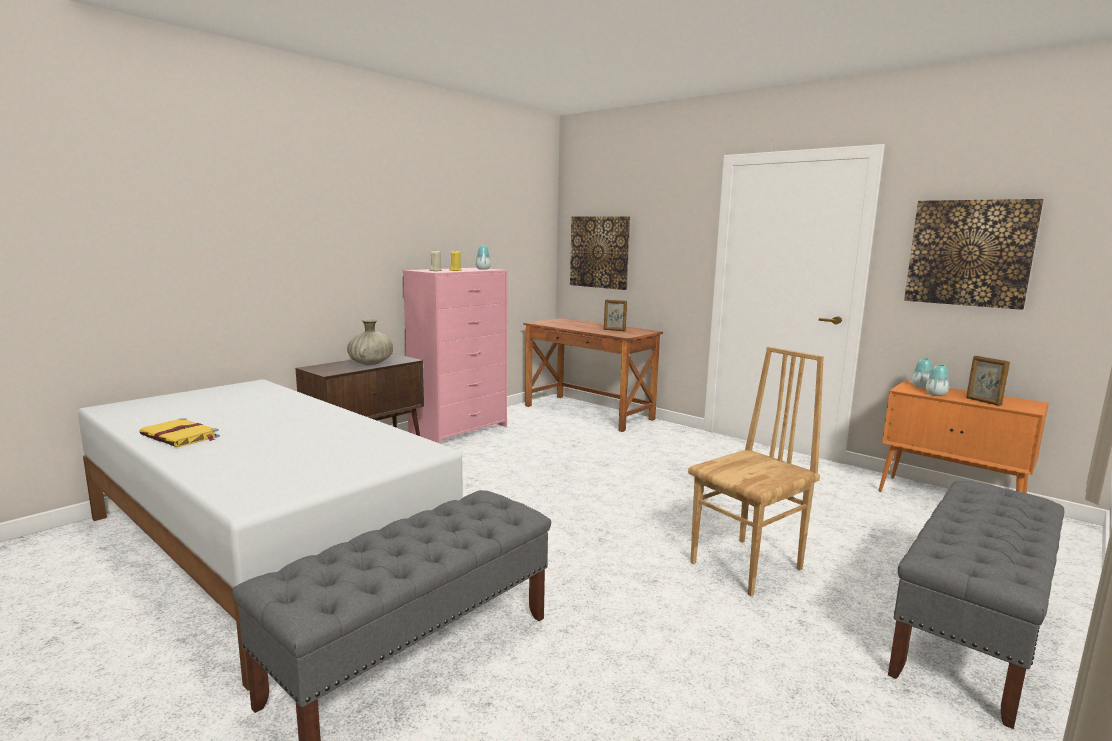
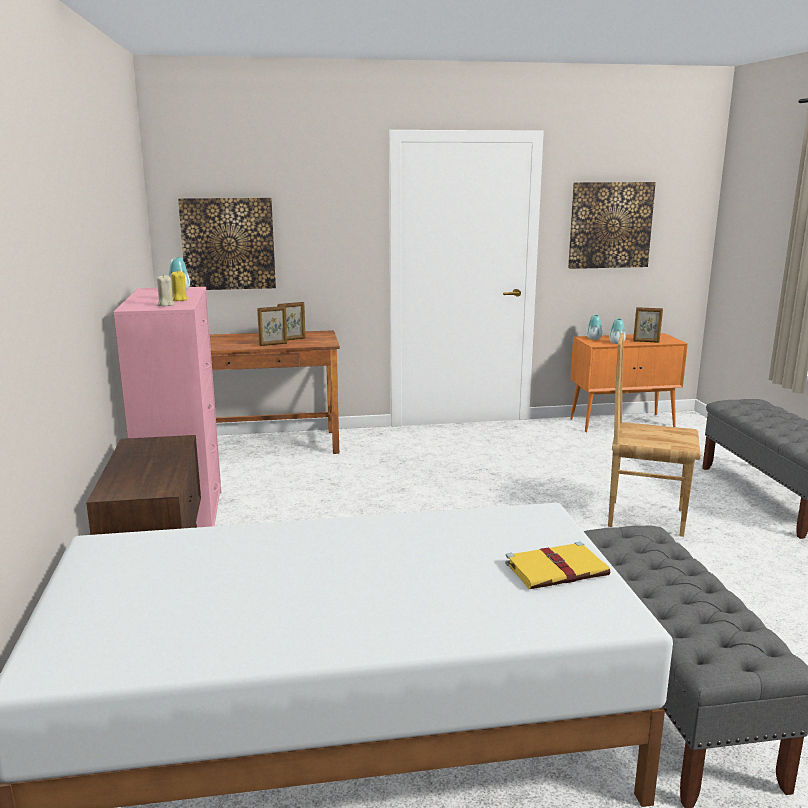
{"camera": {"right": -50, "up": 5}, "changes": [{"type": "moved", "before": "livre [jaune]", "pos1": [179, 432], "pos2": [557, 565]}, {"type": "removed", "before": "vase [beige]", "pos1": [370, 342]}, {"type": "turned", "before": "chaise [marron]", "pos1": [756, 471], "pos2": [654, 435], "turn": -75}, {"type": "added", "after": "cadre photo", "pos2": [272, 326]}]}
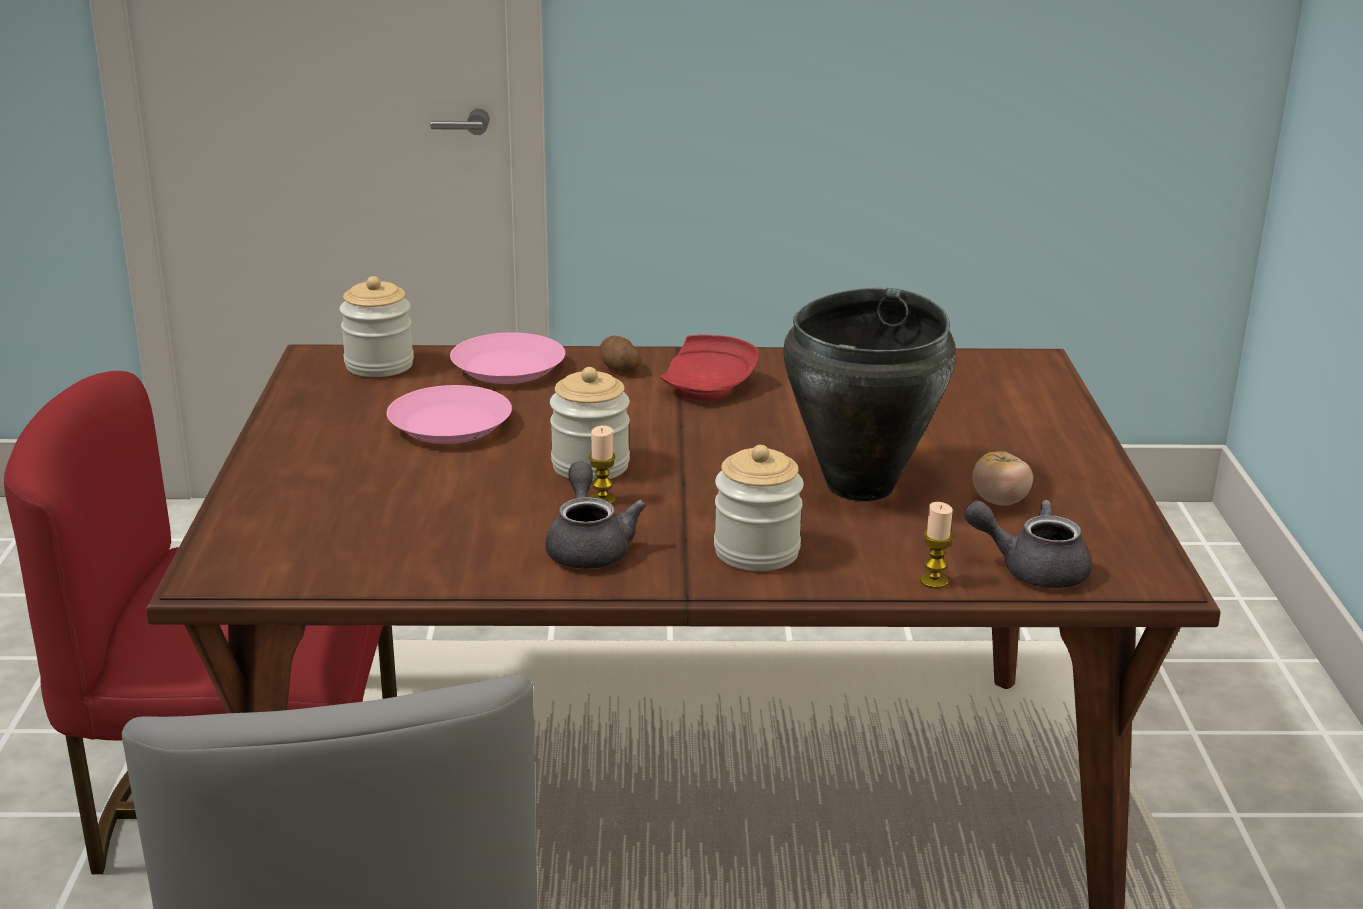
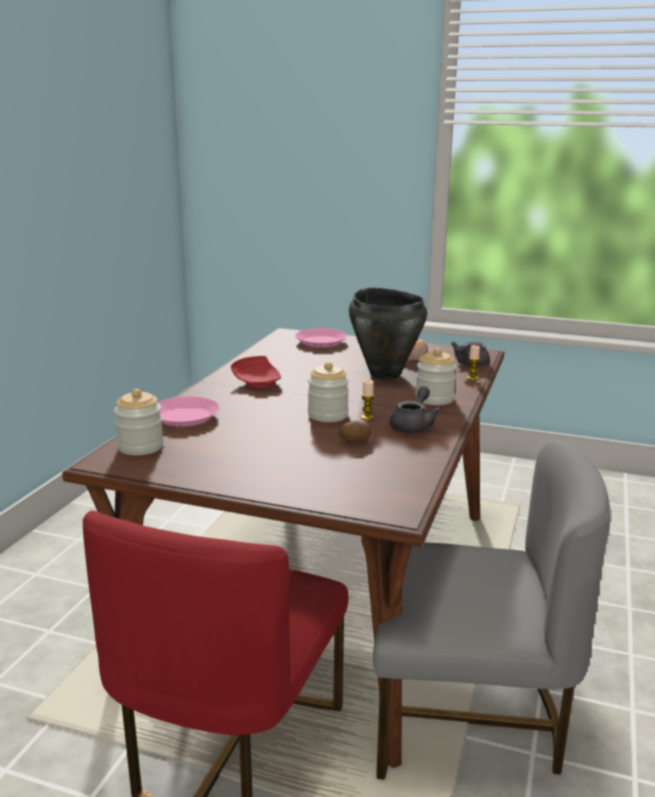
{"camera": {"right": -70, "up": -5}, "changes": [{"type": "moved", "before": "assiette [rose]", "pos1": [449, 414], "pos2": [321, 338]}, {"type": "turned", "before": "théière [gris]", "pos1": [595, 515], "pos2": [415, 409], "turn": 105}, {"type": "moved", "before": "pomme de terre", "pos1": [620, 354], "pos2": [354, 431]}]}
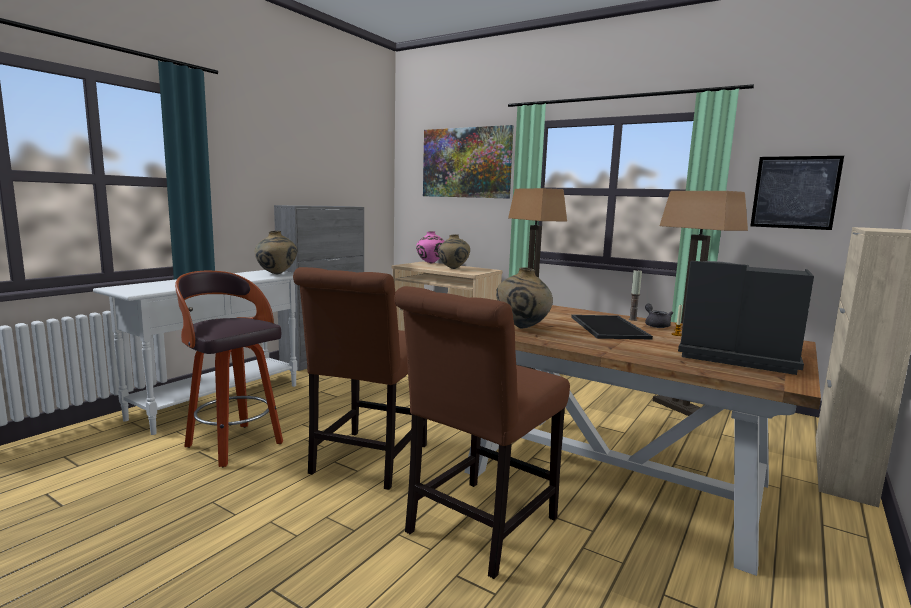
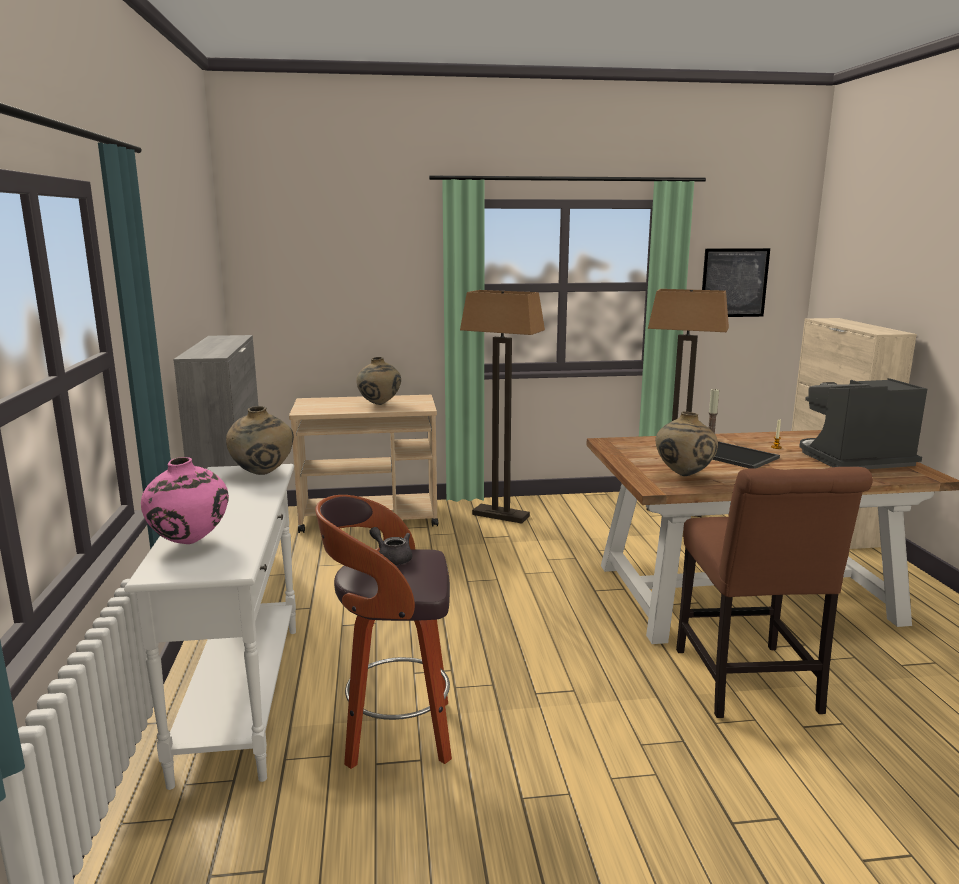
{"camera": {"right": -40, "up": 5}, "changes": [{"type": "removed", "before": "chaise [marron]", "pos1": [360, 378]}, {"type": "moved", "before": "vase [rose]", "pos1": [430, 247], "pos2": [185, 500]}, {"type": "removed", "before": "tableau", "pos1": [468, 162]}, {"type": "moved", "before": "théière [gris]", "pos1": [659, 316], "pos2": [390, 546]}]}
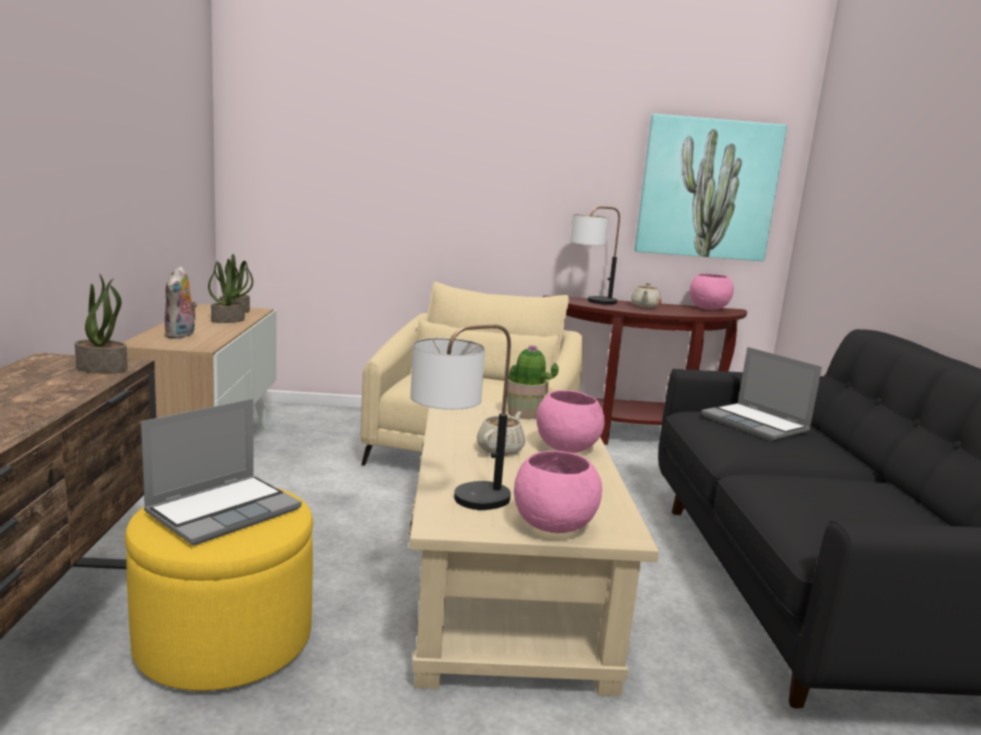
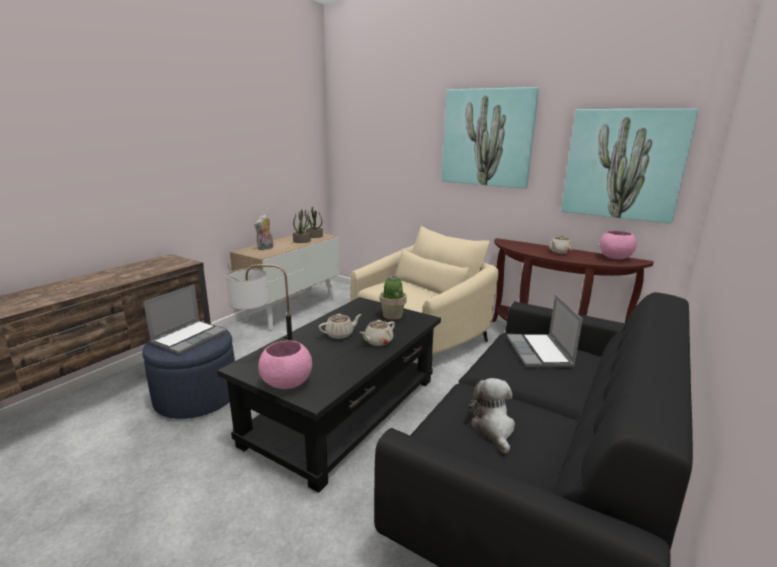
{"camera": {"right": 35, "up": 5}, "changes": [{"type": "removed", "before": "plante en pot", "pos1": [101, 324]}, {"type": "recoloured", "before": "pouf [jaune]", "after": "pouf [bleu]", "pos1": [219, 589], "pos2": [188, 372]}, {"type": "turned", "before": "ordinateur portable", "pos1": [221, 472], "pos2": [184, 319], "turn": -45}, {"type": "recoloured", "before": "table basse [beige]", "after": "table basse [noir]", "pos1": [534, 548], "pos2": [329, 395]}, {"type": "replaced", "before": "bol [rose]", "after": "théière [beige]", "pos1": [570, 421], "pos2": [377, 333]}, {"type": "removed", "before": "lampe de table", "pos1": [595, 255]}, {"type": "added", "after": "tableau", "pos2": [490, 138]}, {"type": "added", "after": "peluche", "pos2": [491, 416]}]}
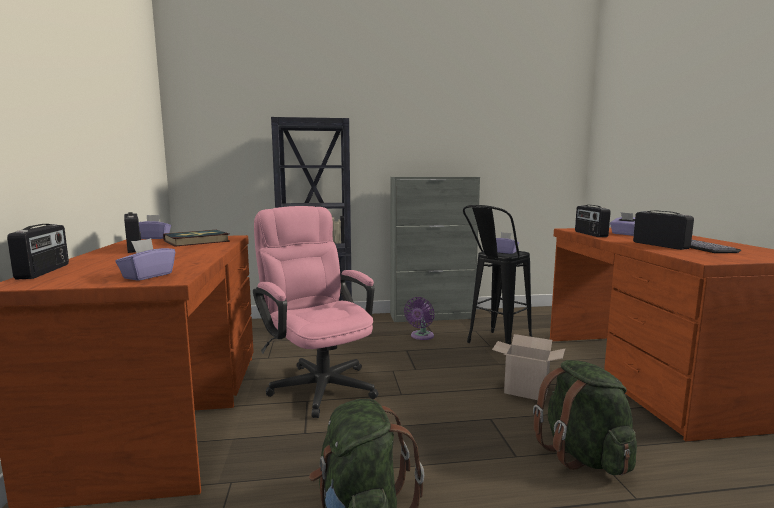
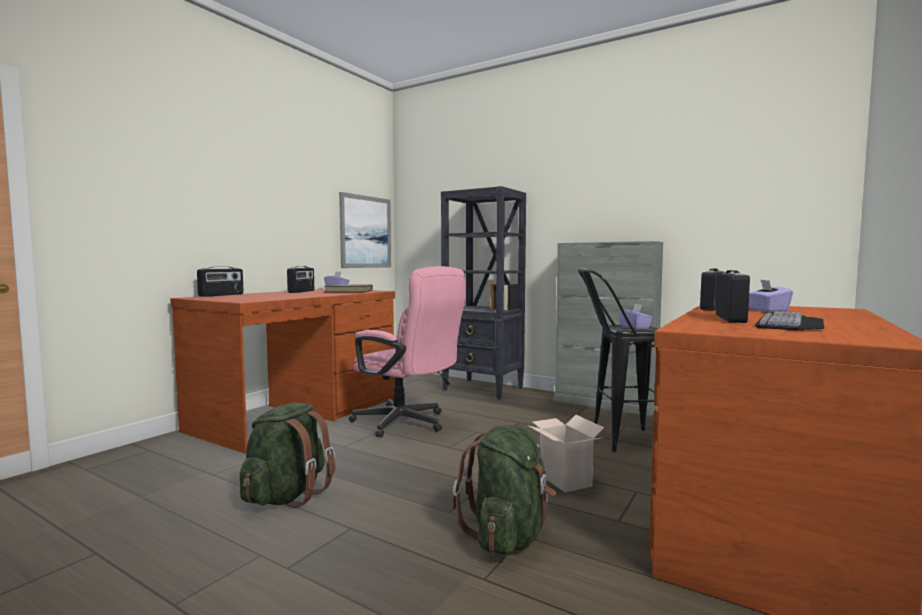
{"camera": {"right": 40, "up": -5}, "changes": [{"type": "removed", "before": "boîte à mouchoirs [violet]", "pos1": [145, 259]}, {"type": "turned", "before": "chaise de bureau [rose]", "pos1": [315, 312], "pos2": [407, 352], "turn": 120}, {"type": "removed", "before": "ventilateur [violet]", "pos1": [419, 318]}, {"type": "added", "after": "tableau", "pos2": [365, 230]}]}
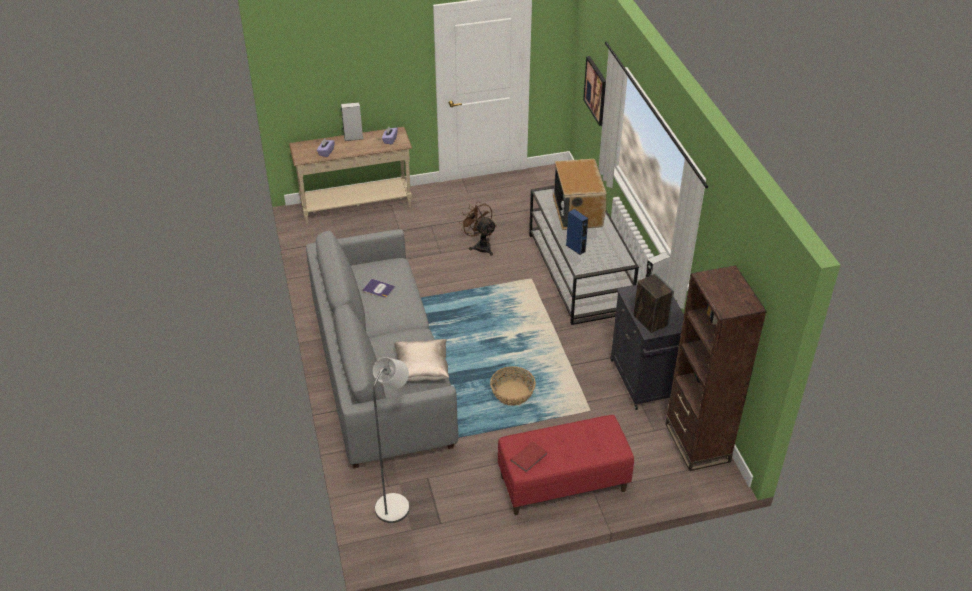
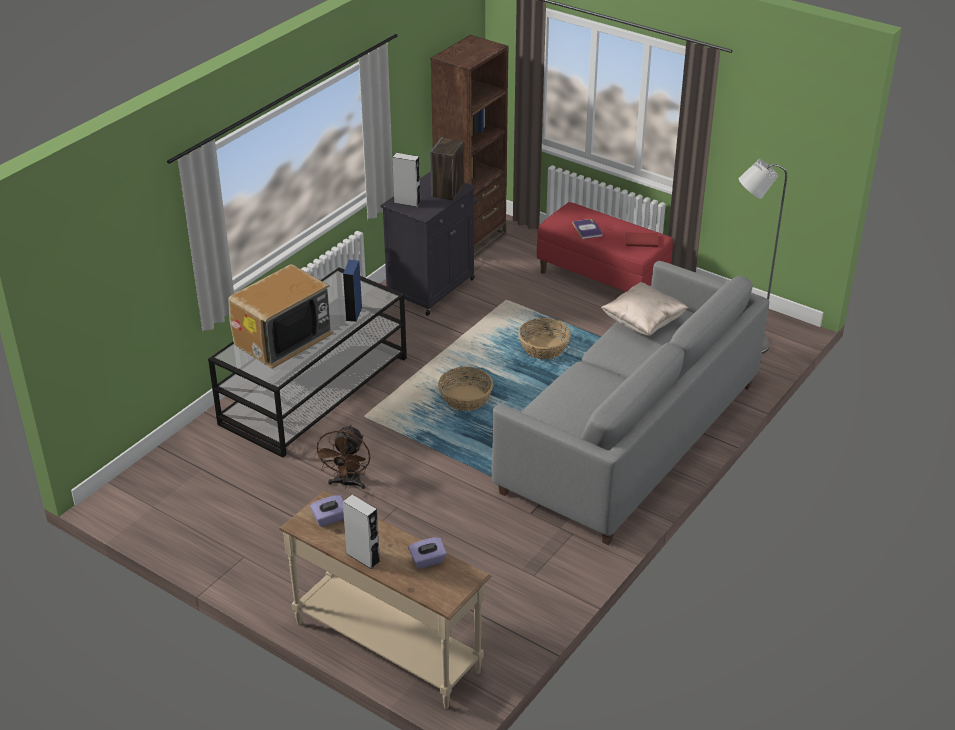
{"camera": {"right": -130, "up": -5}, "changes": [{"type": "moved", "before": "livre", "pos1": [379, 289], "pos2": [587, 229]}, {"type": "removed", "before": "tableau", "pos1": [594, 91]}, {"type": "added", "after": "panier", "pos2": [465, 389]}]}
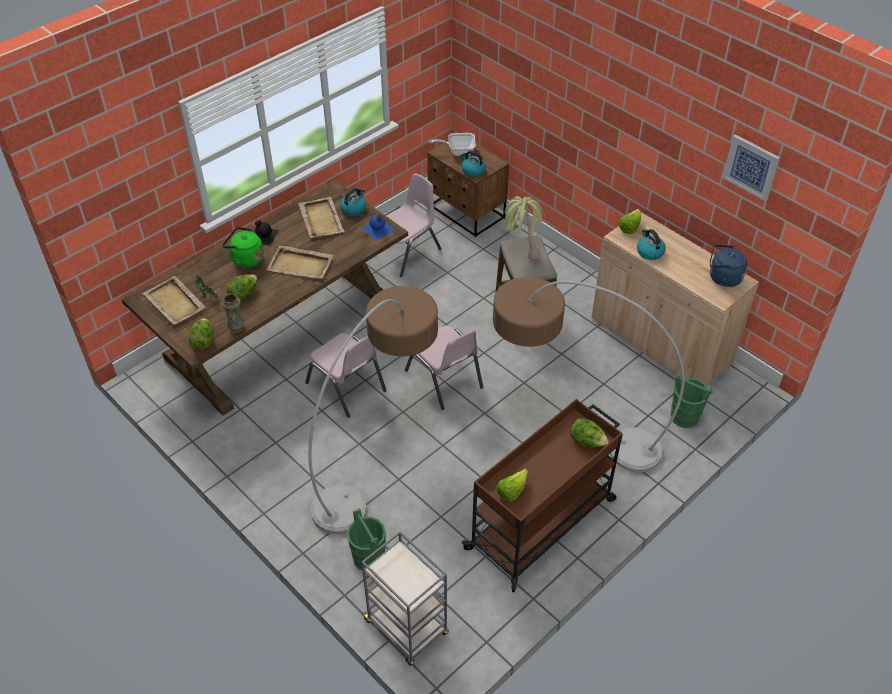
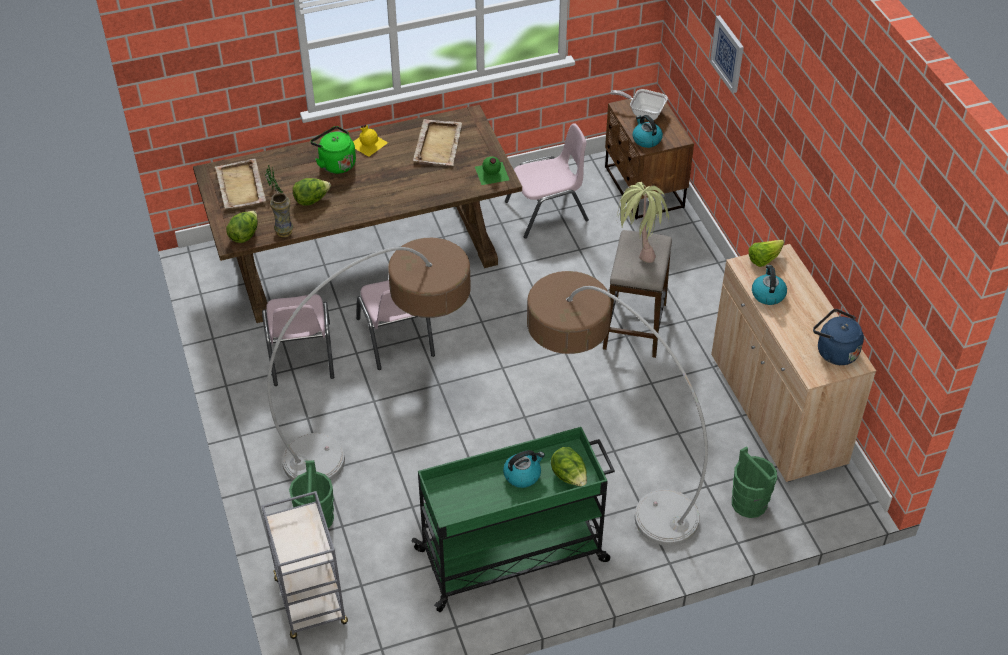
{"camera": {"right": 25, "up": 0}, "changes": [{"type": "recoloured", "before": "bouteille [noir]", "after": "bouteille [jaune]", "pos1": [266, 233], "pos2": [370, 140]}, {"type": "removed", "before": "plateau [beige]", "pos1": [300, 262]}, {"type": "moved", "before": "bouilloire", "pos1": [353, 202], "pos2": [524, 469]}, {"type": "recoloured", "before": "bouteille [bleu]", "after": "bouteille [vert]", "pos1": [378, 227], "pos2": [492, 171]}, {"type": "moved", "before": "chaise [rose]", "pos1": [444, 367], "pos2": [298, 340]}, {"type": "recoloured", "before": "chariot [marron]", "after": "chariot [vert]", "pos1": [542, 495], "pos2": [513, 519]}, {"type": "removed", "before": "laitue", "pos1": [512, 485]}, {"type": "moved", "before": "tableau", "pos1": [751, 167], "pos2": [727, 54]}]}
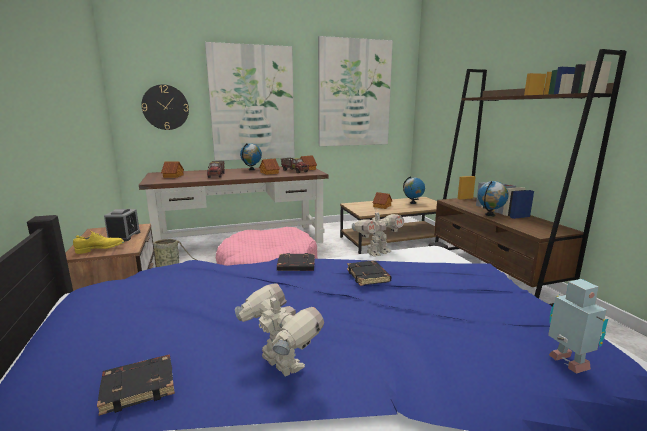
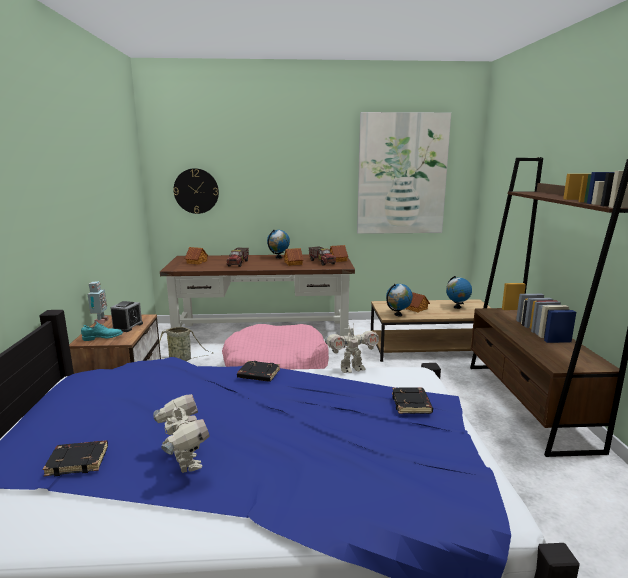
{"camera": {"right": 15, "up": 0}, "changes": [{"type": "recoloured", "before": "chaussure [jaune]", "after": "chaussure [turquoise]", "pos1": [98, 242], "pos2": [102, 331]}, {"type": "removed", "before": "tableau", "pos1": [250, 101]}, {"type": "moved", "before": "livre [noir]", "pos1": [369, 273], "pos2": [412, 400]}, {"type": "moved", "before": "globe", "pos1": [493, 199], "pos2": [399, 300]}, {"type": "moved", "before": "robot jouet", "pos1": [578, 326], "pos2": [98, 302]}]}
